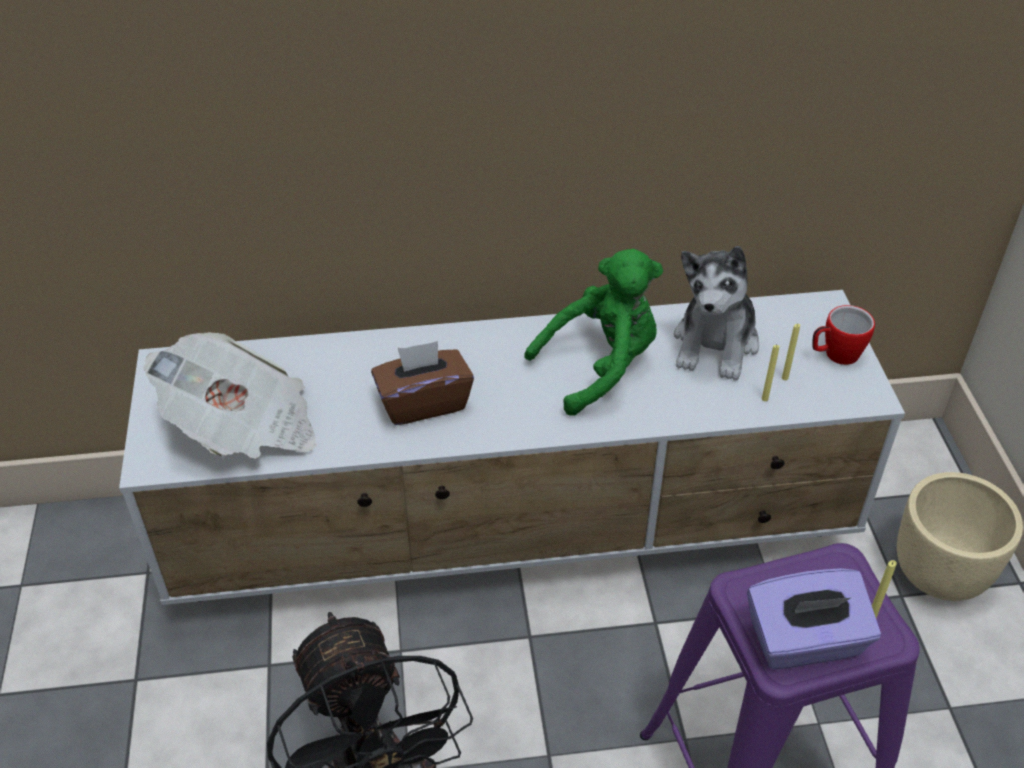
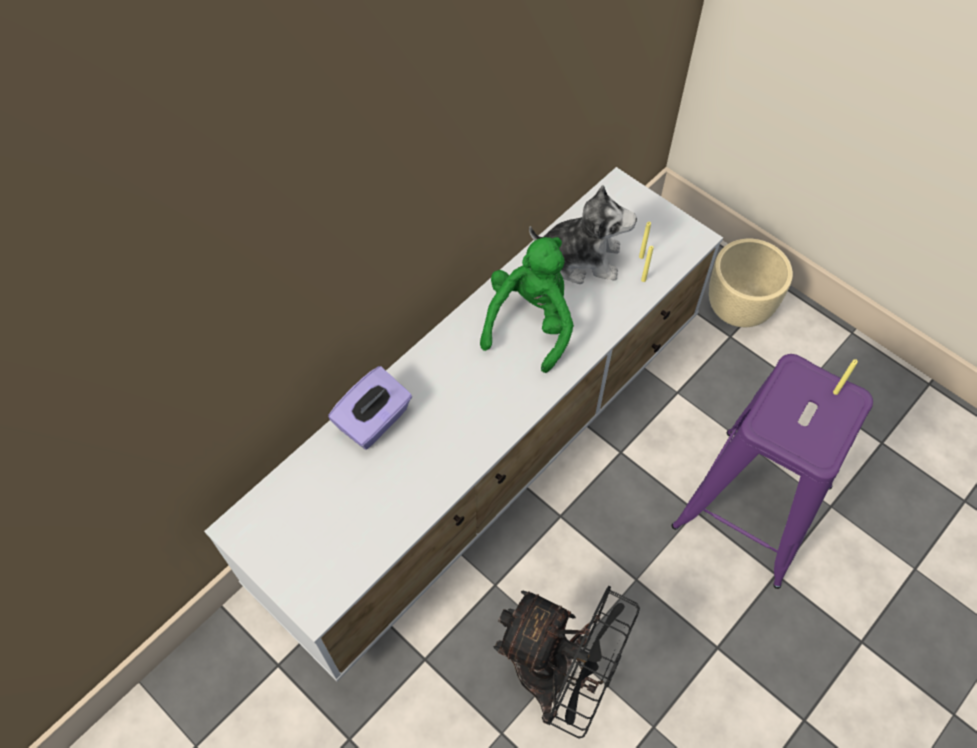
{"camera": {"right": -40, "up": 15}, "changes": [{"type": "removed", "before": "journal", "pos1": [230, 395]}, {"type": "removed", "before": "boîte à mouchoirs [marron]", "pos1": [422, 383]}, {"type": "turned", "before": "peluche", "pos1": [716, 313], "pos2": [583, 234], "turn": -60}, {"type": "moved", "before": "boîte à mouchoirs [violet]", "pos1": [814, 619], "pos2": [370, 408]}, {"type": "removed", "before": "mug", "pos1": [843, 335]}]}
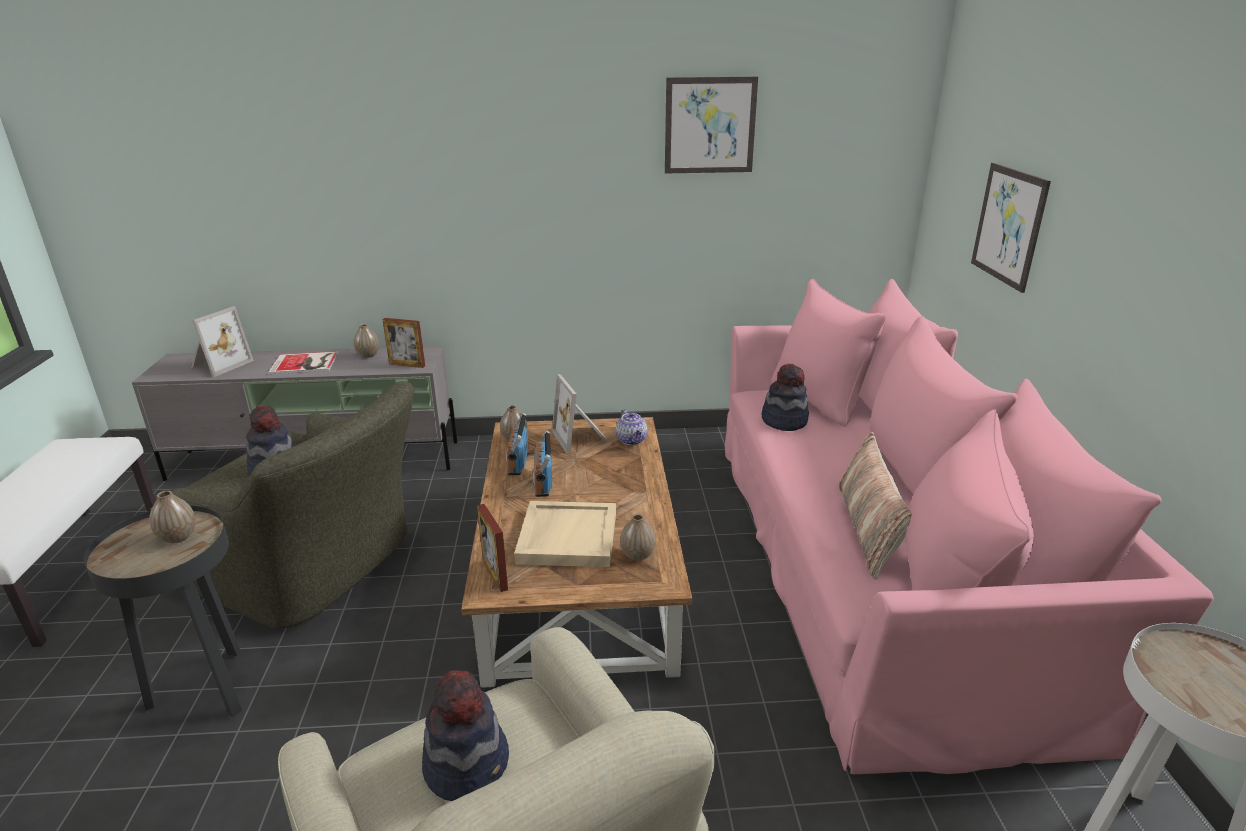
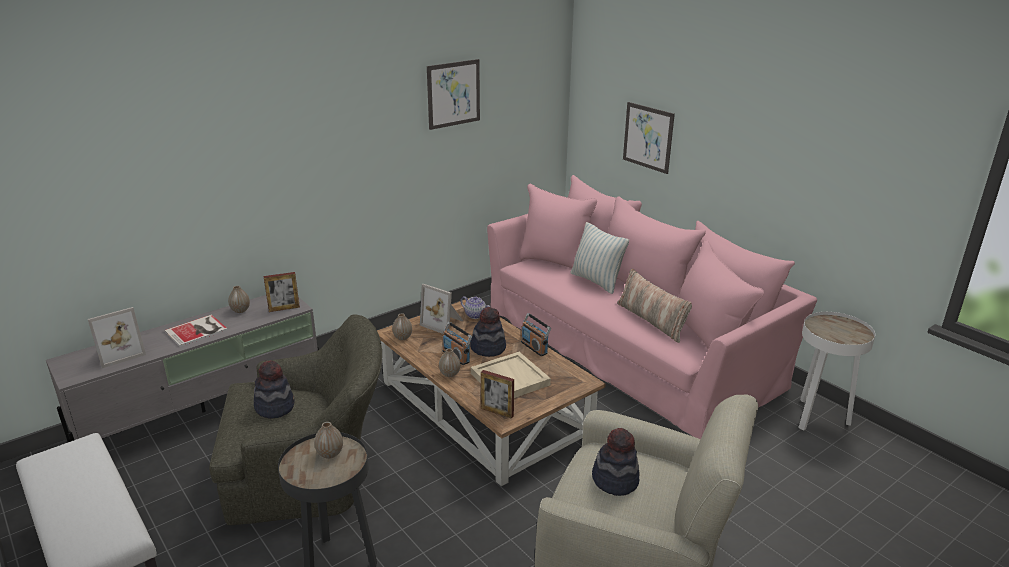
{"camera": {"right": -35, "up": 0}, "changes": [{"type": "turned", "before": "cadre photo", "pos1": [223, 341], "pos2": [117, 337], "turn": 60}, {"type": "moved", "before": "radio", "pos1": [517, 444], "pos2": [536, 334]}, {"type": "moved", "before": "vase", "pos1": [637, 537], "pos2": [449, 362]}, {"type": "moved", "before": "chapeau", "pos1": [785, 397], "pos2": [488, 332]}, {"type": "added", "after": "coussin", "pos2": [600, 258]}]}
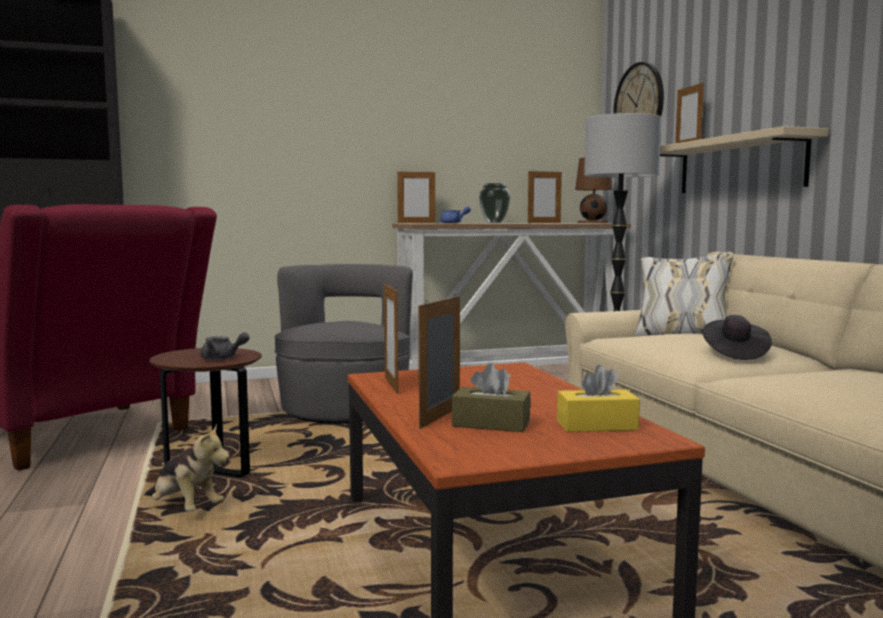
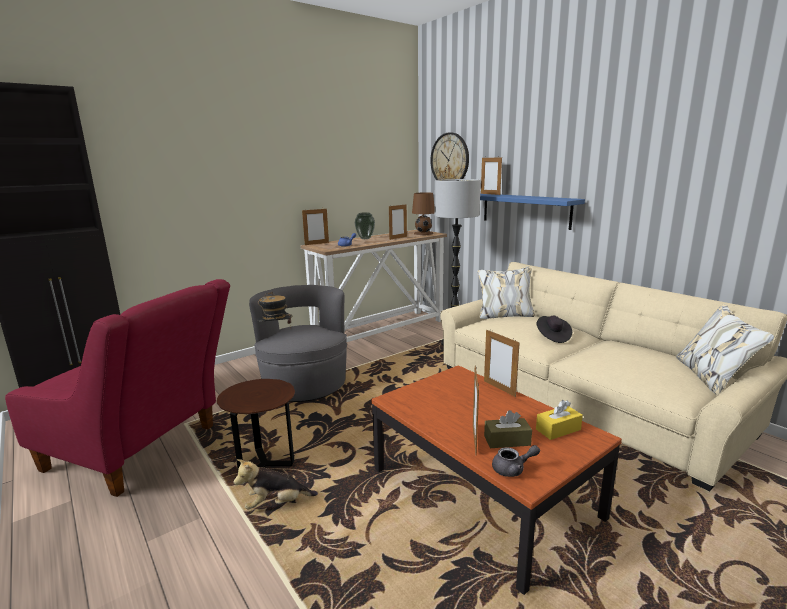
{"camera": {"right": -20, "up": 10}, "changes": [{"type": "turned", "before": "peluche", "pos1": [187, 467], "pos2": [275, 484], "turn": 150}, {"type": "moved", "before": "théière [gris]", "pos1": [224, 346], "pos2": [516, 461]}, {"type": "moved", "before": "cadre photo", "pos1": [391, 338], "pos2": [502, 363]}, {"type": "recoloured", "before": "étagère [beige]", "after": "étagère [bleu]", "pos1": [744, 159], "pos2": [532, 211]}, {"type": "added", "after": "chapeau", "pos2": [275, 309]}]}
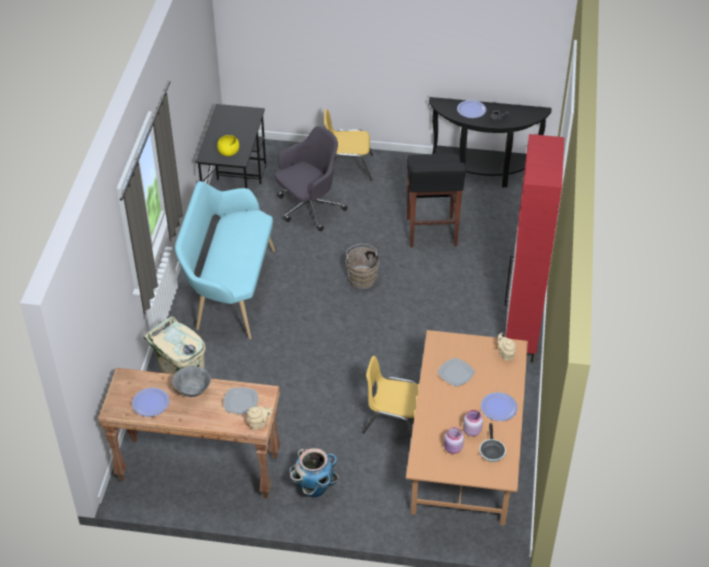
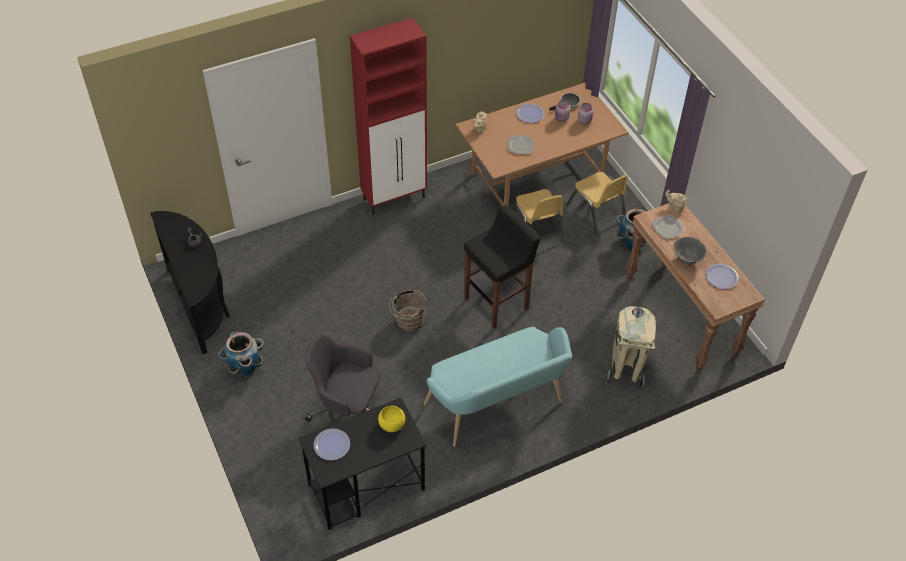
{"camera": {"right": -125, "up": 5}, "changes": [{"type": "moved", "before": "chaise [jaune]", "pos1": [348, 145], "pos2": [597, 203]}, {"type": "moved", "before": "tabouret [noir]", "pos1": [436, 201], "pos2": [502, 267]}, {"type": "moved", "before": "assiette", "pos1": [471, 109], "pos2": [331, 444]}, {"type": "added", "after": "cache-pot", "pos2": [241, 354]}]}
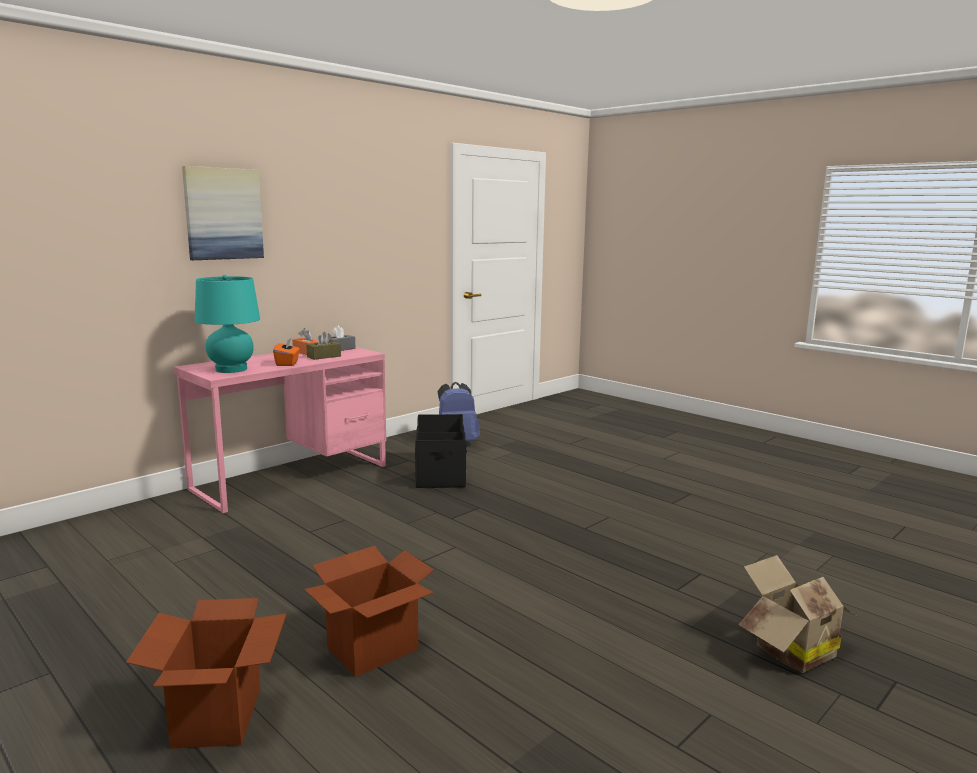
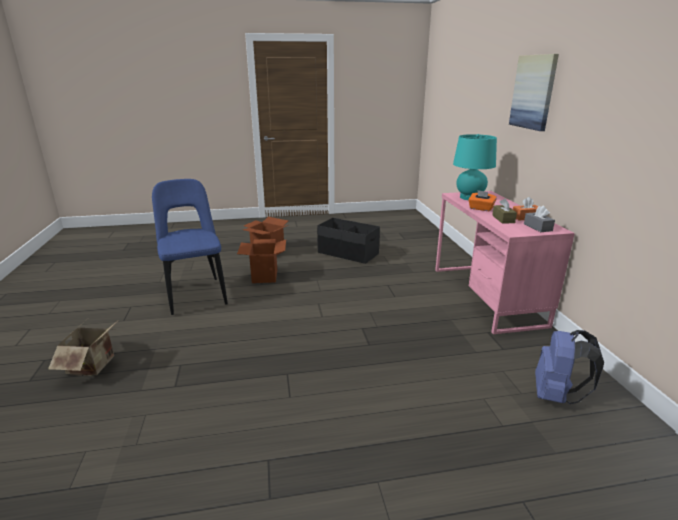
{"camera": {"right": 125, "up": 10}, "changes": [{"type": "moved", "before": "boîte de rangement [noir]", "pos1": [441, 451], "pos2": [348, 241]}, {"type": "added", "after": "chaise [bleu]", "pos2": [190, 247]}]}
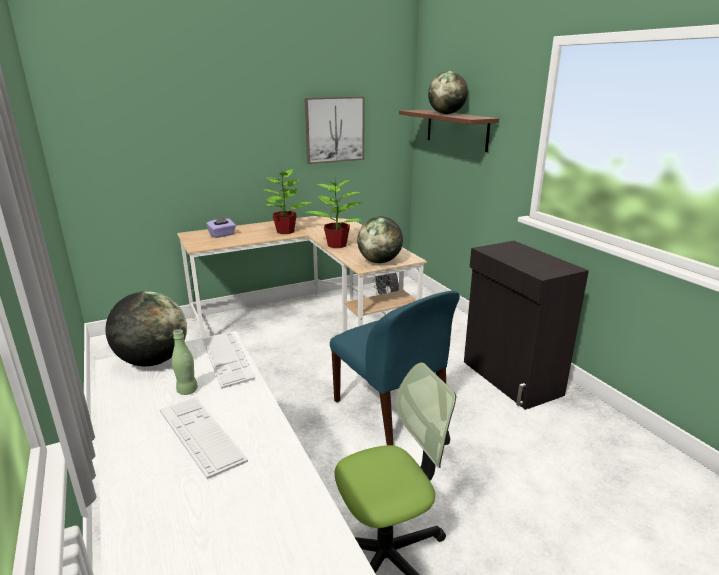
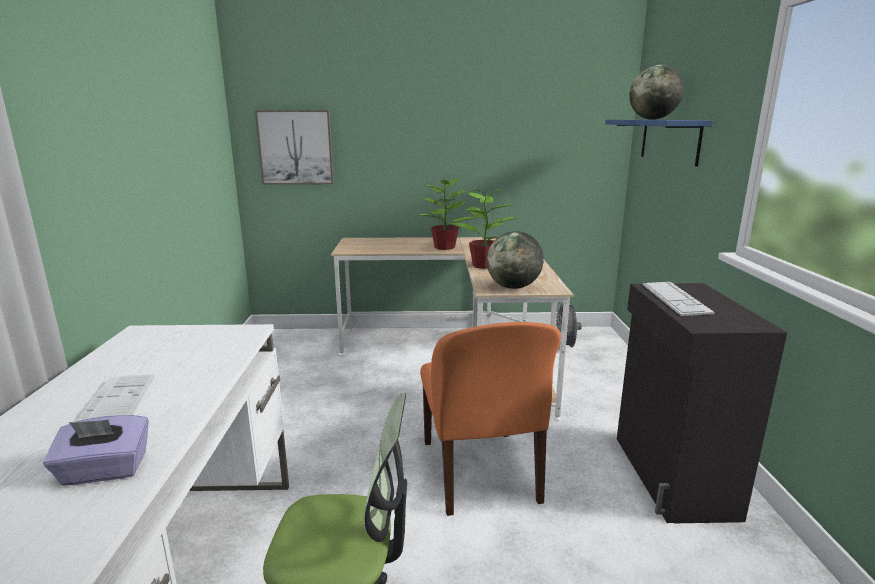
{"camera": {"right": 25, "up": -5}, "changes": [{"type": "removed", "before": "globe", "pos1": [146, 328]}, {"type": "removed", "before": "bouteille [vert]", "pos1": [185, 362]}, {"type": "moved", "before": "clavier", "pos1": [229, 360], "pos2": [678, 299]}, {"type": "moved", "before": "boîte à mouchoirs [violet]", "pos1": [221, 227], "pos2": [96, 450]}, {"type": "moved", "before": "tableau", "pos1": [334, 130], "pos2": [294, 147]}, {"type": "recoloured", "before": "chaise [bleu]", "after": "chaise [orange]", "pos1": [395, 368], "pos2": [490, 419]}, {"type": "recoloured", "before": "étagère [marron]", "after": "étagère [bleu]", "pos1": [449, 131], "pos2": [659, 143]}]}
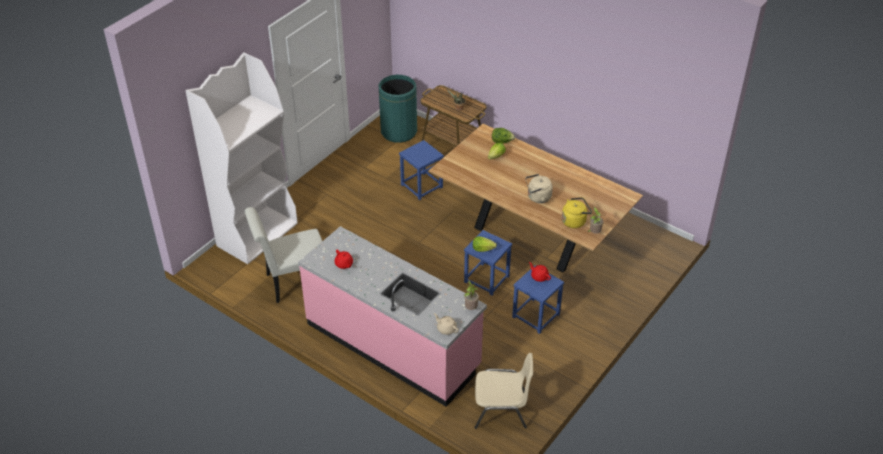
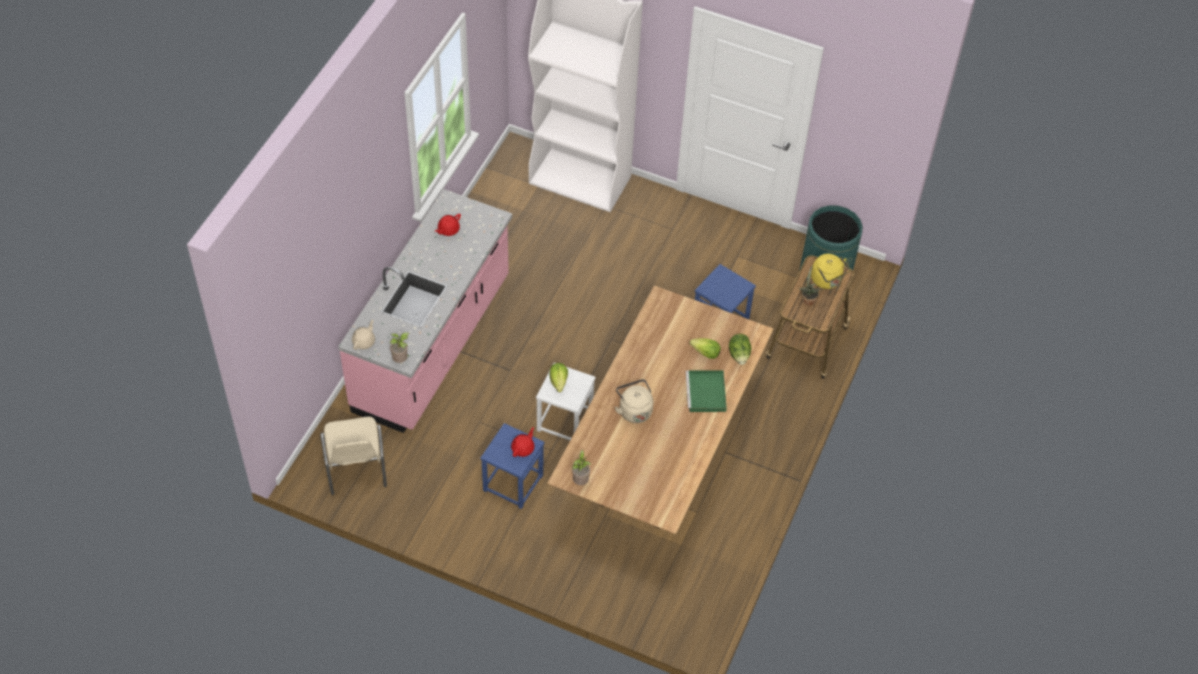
{"camera": {"right": 75, "up": 10}, "changes": [{"type": "removed", "before": "chaise [blanc]", "pos1": [283, 255]}, {"type": "recoloured", "before": "tabouret [bleu]", "after": "tabouret [blanc]", "pos1": [488, 263], "pos2": [566, 401]}, {"type": "moved", "before": "bouilloire [jaune]", "pos1": [577, 212], "pos2": [830, 271]}, {"type": "added", "after": "plateau [vert]", "pos2": [706, 391]}]}
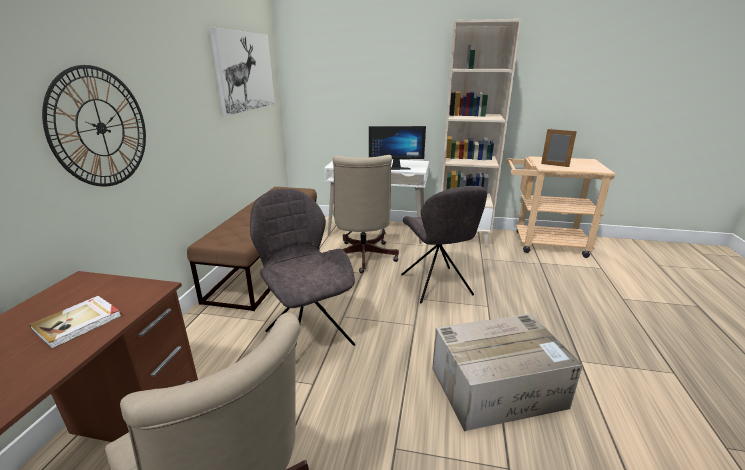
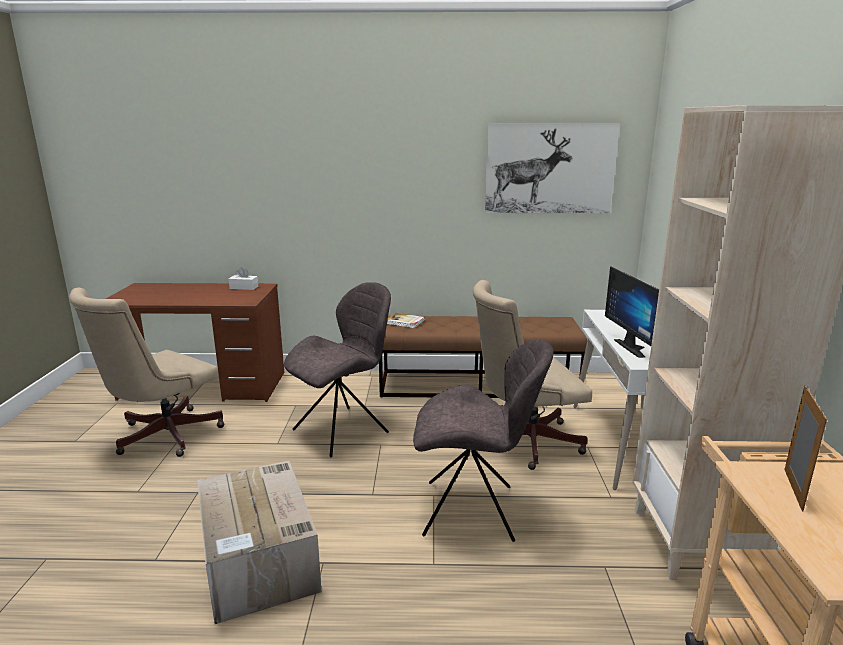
{"camera": {"right": 80, "up": -5}, "changes": [{"type": "moved", "before": "livre", "pos1": [75, 322], "pos2": [406, 320]}, {"type": "removed", "before": "horloge murale", "pos1": [94, 126]}, {"type": "turned", "before": "chaise [gris]", "pos1": [444, 245], "pos2": [483, 440], "turn": -150}, {"type": "added", "after": "boîte à mouchoirs [blanc]", "pos2": [243, 278]}]}
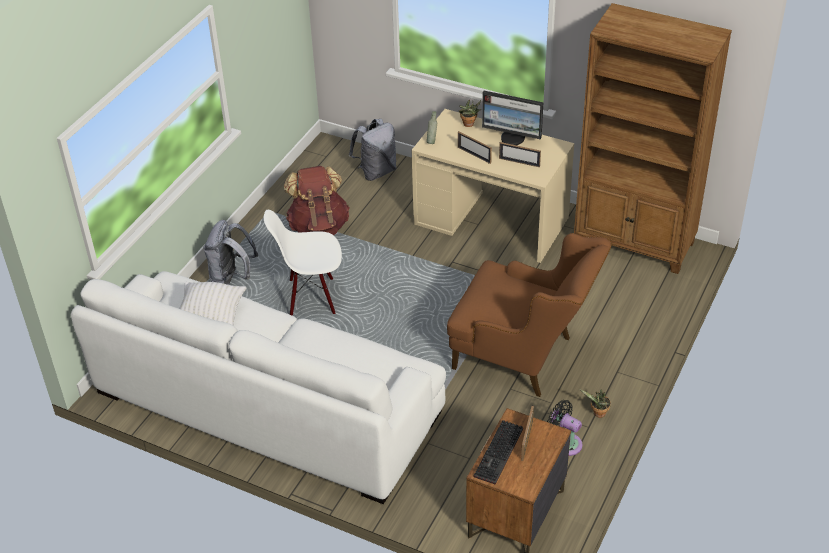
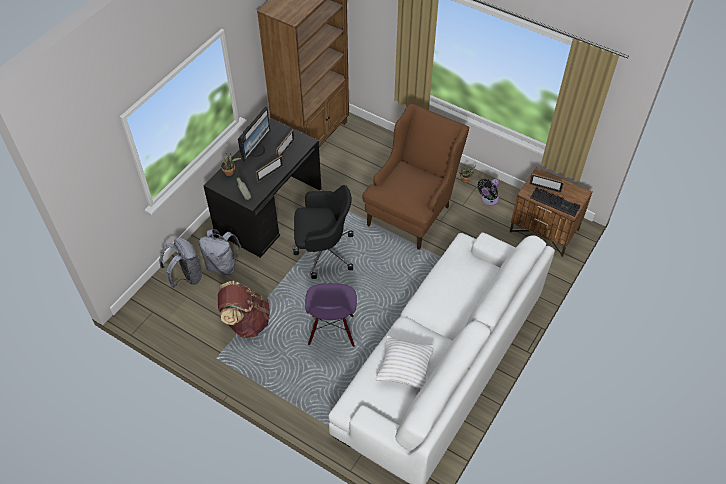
{"camera": {"right": -85, "up": 10}, "changes": [{"type": "moved", "before": "sac à dos [gris]", "pos1": [230, 252], "pos2": [220, 252]}, {"type": "recoloured", "before": "chaise [blanc]", "after": "chaise [violet]", "pos1": [303, 262], "pos2": [331, 315]}, {"type": "recoloured", "before": "bureau [beige]", "after": "bureau [noir]", "pos1": [493, 186], "pos2": [262, 188]}, {"type": "added", "after": "chaise de bureau [noir]", "pos2": [323, 232]}]}
